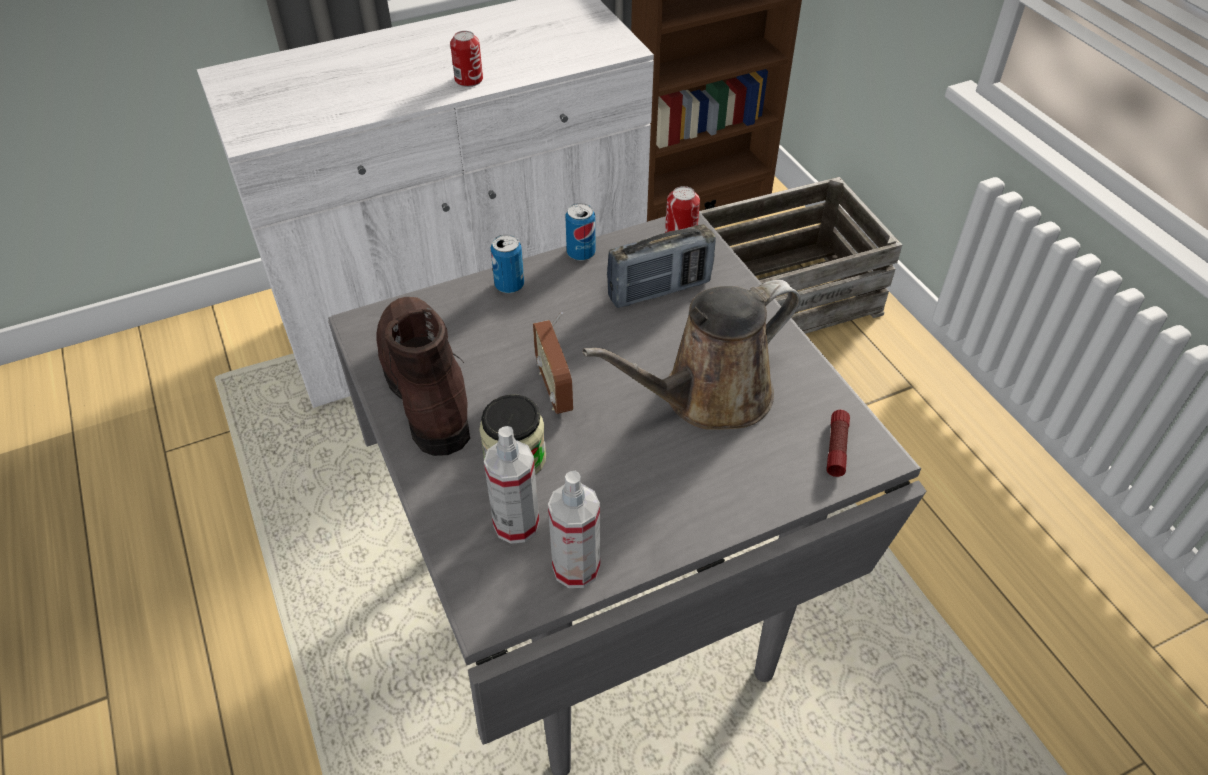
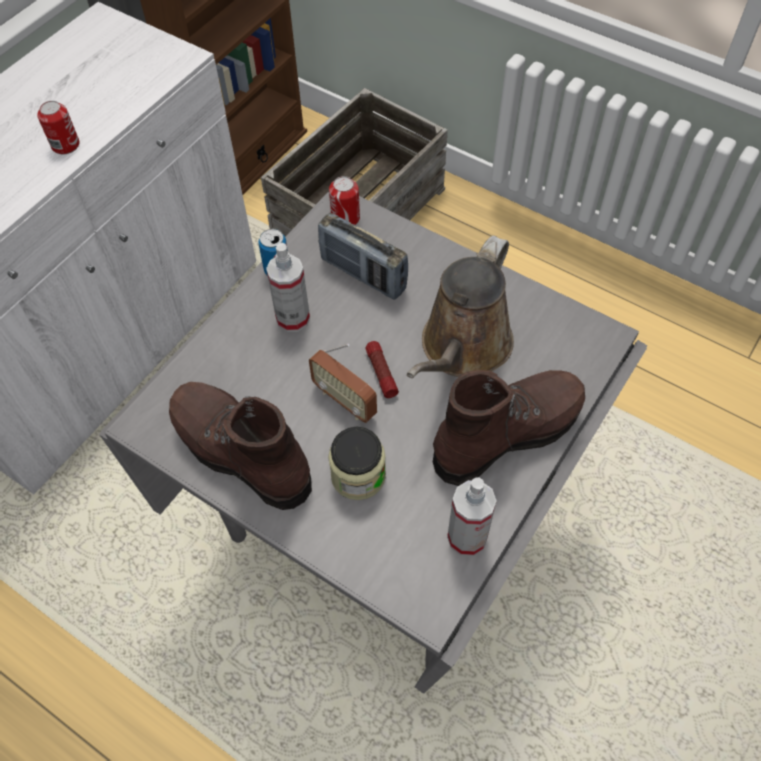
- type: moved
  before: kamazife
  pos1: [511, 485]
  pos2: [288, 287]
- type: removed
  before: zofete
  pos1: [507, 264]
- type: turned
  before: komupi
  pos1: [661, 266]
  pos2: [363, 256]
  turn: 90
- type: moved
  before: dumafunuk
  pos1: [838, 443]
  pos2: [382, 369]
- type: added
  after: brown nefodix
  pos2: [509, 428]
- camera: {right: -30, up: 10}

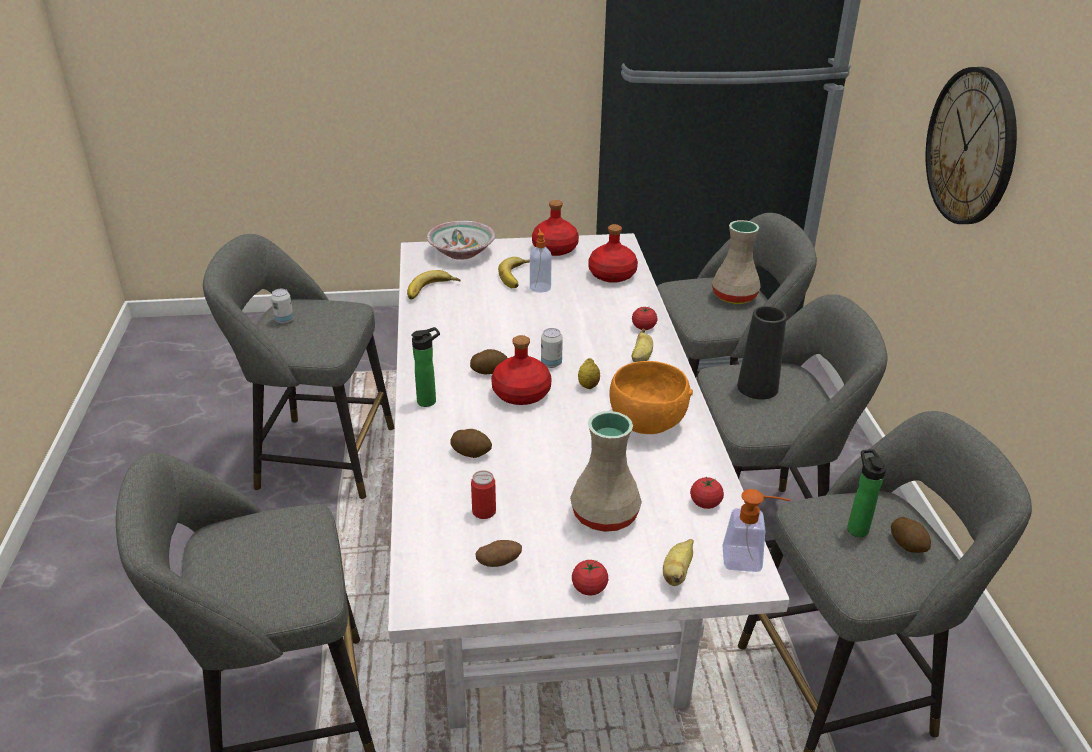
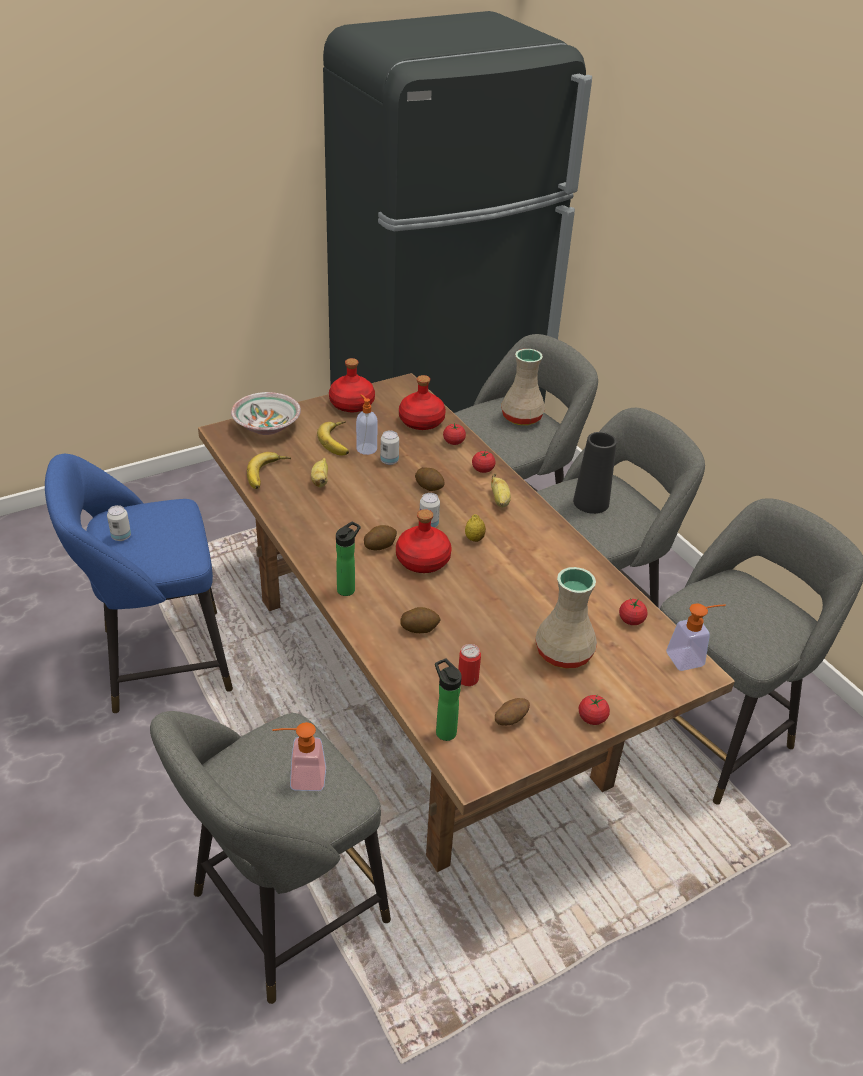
- type: recoloured
  before: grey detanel
  after: blue detanel
  pos1: [298, 366]
  pos2: [139, 583]
- type: recoloured
  before: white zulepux
  after: brown zulepux
  pos1: [588, 481]
  pos2: [466, 622]
- type: removed
  before: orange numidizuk
  pos1: [651, 397]
- type: moved
  before: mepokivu
  pos1: [678, 562]
  pos2: [319, 472]
- type: moved
  before: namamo
  pos1: [866, 493]
  pos2: [448, 699]
- type: moved
  before: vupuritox
  pos1: [911, 535]
  pos2: [430, 479]
- type: removed
  before: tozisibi
  pos1: [971, 145]
- type: added
  after: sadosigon
  pos2: [299, 756]
- type: added
  after: zofete
  pos2: [389, 447]
- type: added
  after: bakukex
  pos2: [454, 434]
- camera: {right: -25, up: 5}

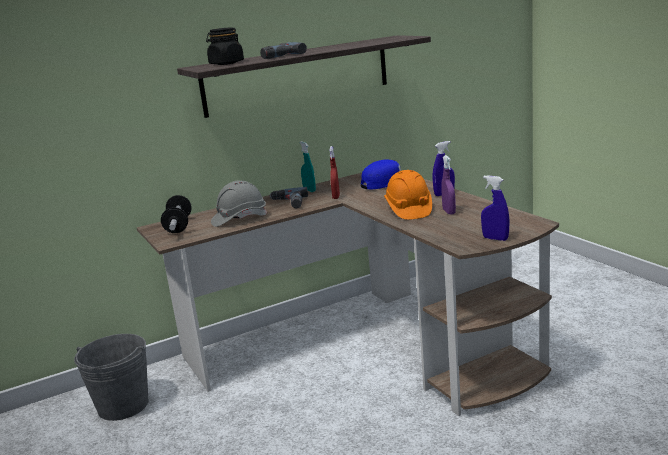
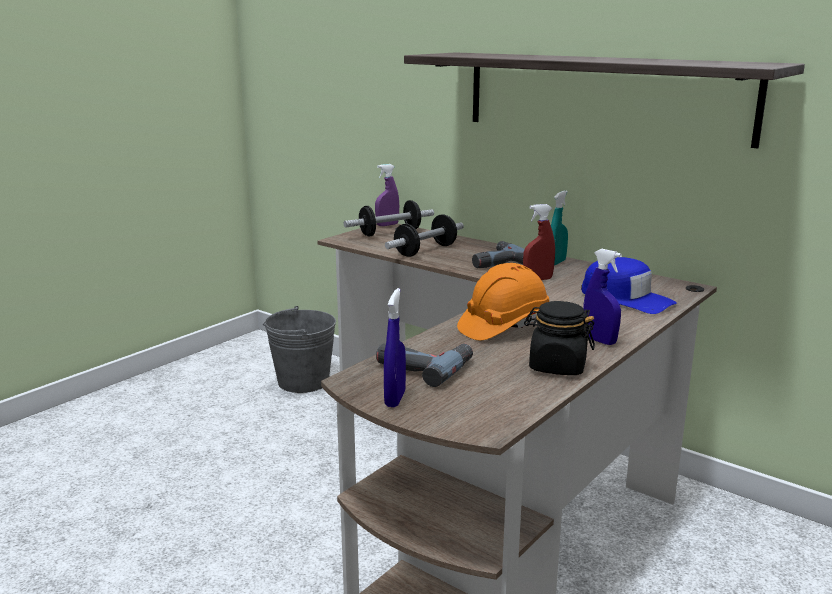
- type: moved
  before: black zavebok
  pos1: [225, 46]
  pos2: [559, 338]
- type: replaced
  before: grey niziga
  after: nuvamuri
  pos1: [239, 203]
  pos2: [424, 236]
- type: moved
  before: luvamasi
  pos1: [283, 50]
  pos2: [424, 365]
- type: moved
  before: purple kamazife
  pos1: [448, 184]
  pos2: [387, 195]
- camera: {right: 65, up: 0}

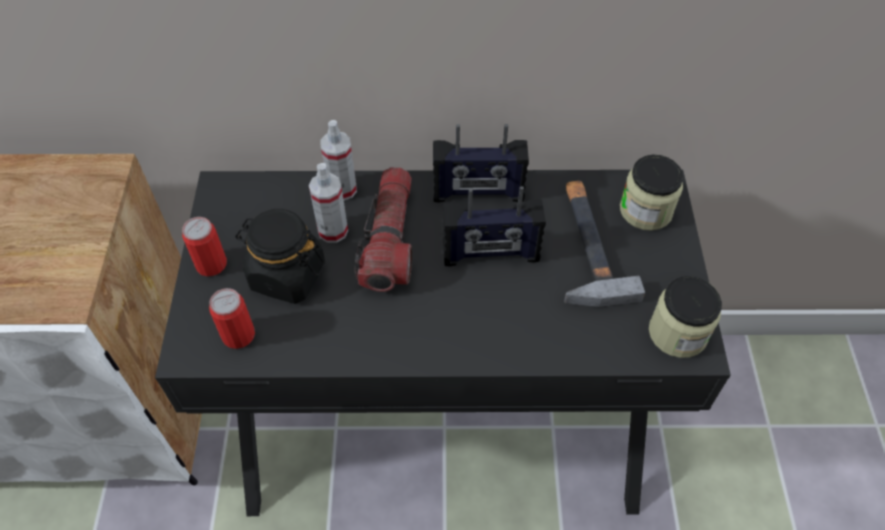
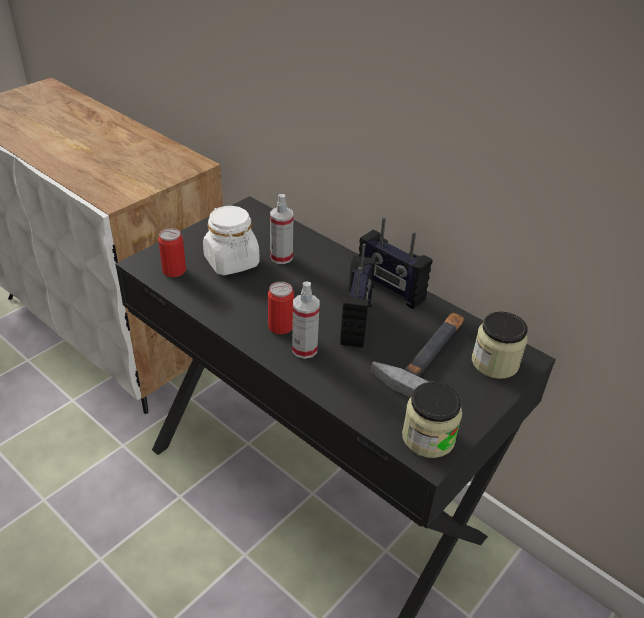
- type: moved
  before: zofete
  pos1: [204, 246]
  pos2: [281, 308]
- type: recoloured
  before: black zavebok
  after: white zavebok
  pos1: [280, 256]
  pos2: [231, 240]
- type: moved
  before: kamazife
  pos1: [338, 160]
  pos2: [306, 320]
- type: removed
  before: dumafunuk
  pos1: [383, 229]
- type: turned
  before: komupi
  pos1: [494, 226]
  pos2: [357, 296]
  turn: -120
- camera: {right: 40, up: -15}

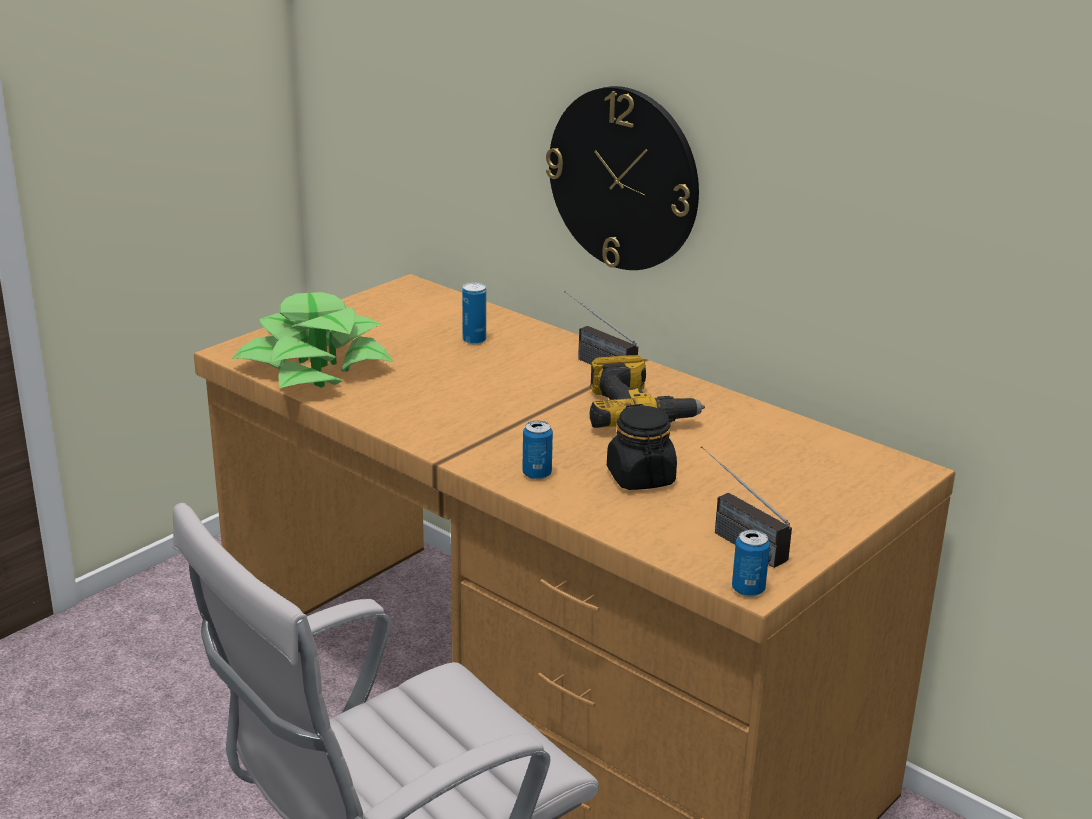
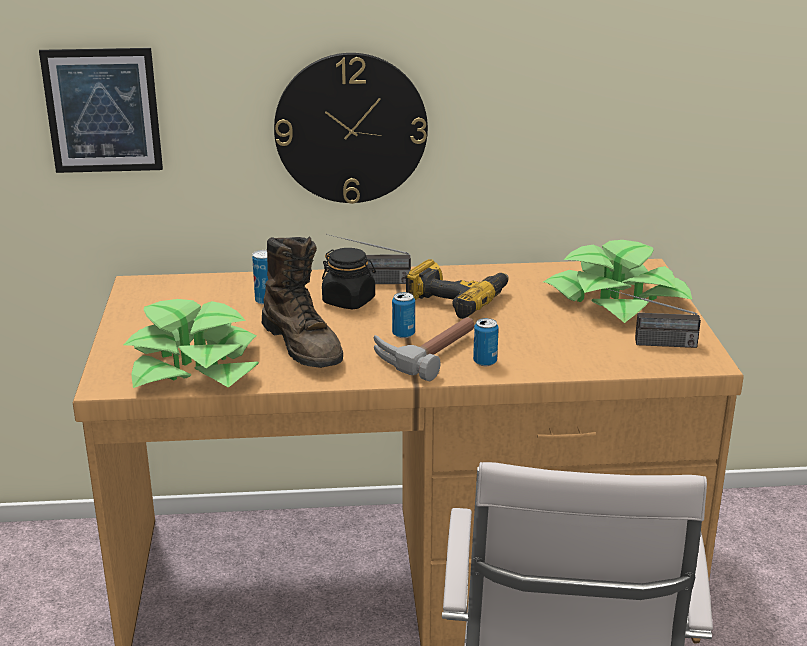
- type: moved
  before: black zavebok
  pos1: [642, 447]
  pos2: [349, 278]
- type: moved
  before: zofete
  pos1: [751, 563]
  pos2: [403, 315]
- type: added
  after: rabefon
  pos2: [101, 110]
- type: added
  after: brown nefodix
  pos2: [302, 302]
- type: added
  after: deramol
  pos2: [424, 349]
- type: added
  after: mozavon
  pos2: [617, 281]
- camera: {right: -45, up: 0}

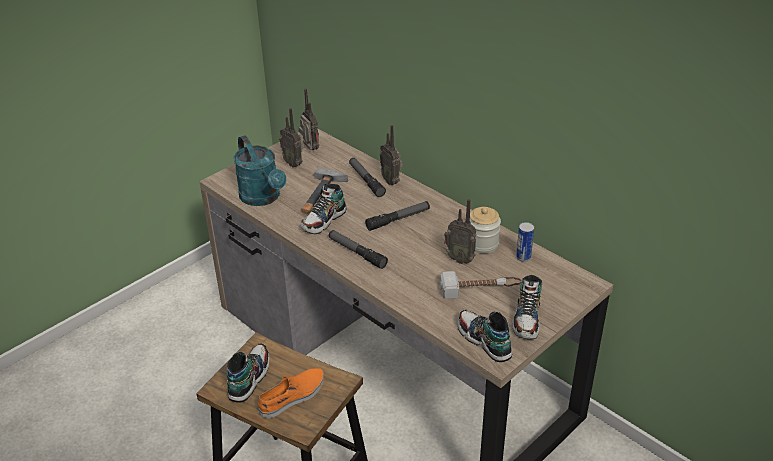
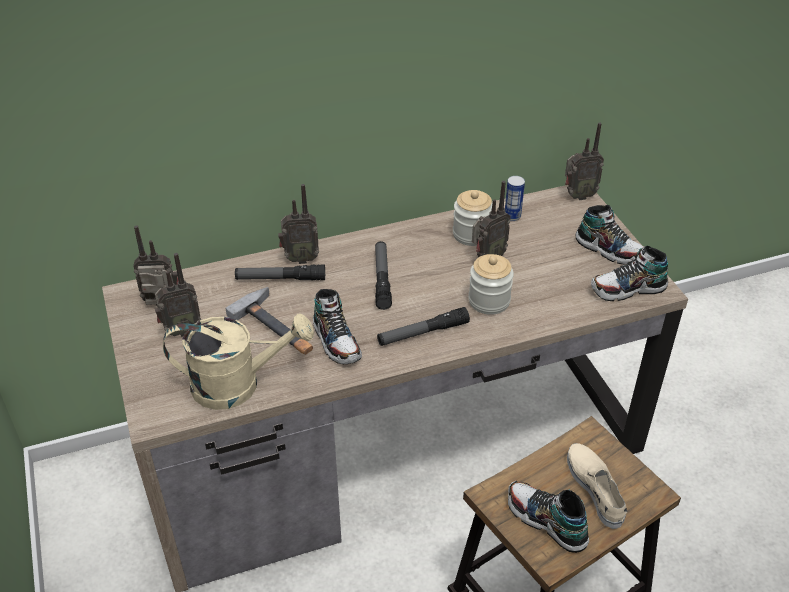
- type: recoloured
  before: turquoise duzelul
  after: beige duzelul
  pos1: [260, 170]
  pos2: [238, 362]
- type: recoloured
  before: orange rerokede
  after: beige rerokede
  pos1: [291, 393]
  pos2: [597, 486]
- type: removed
  before: deramol
  pos1: [480, 285]
- type: added
  after: zavebok
  pos2: [491, 284]
- type: added
  after: komupi
  pos2: [584, 161]
- camera: {right: -65, up: 5}

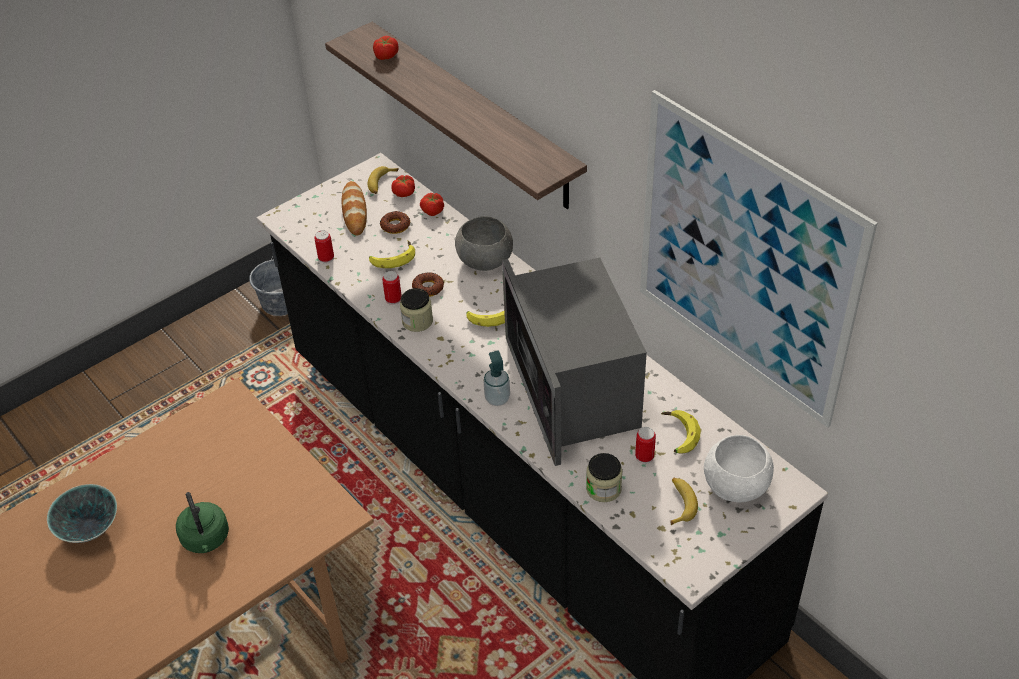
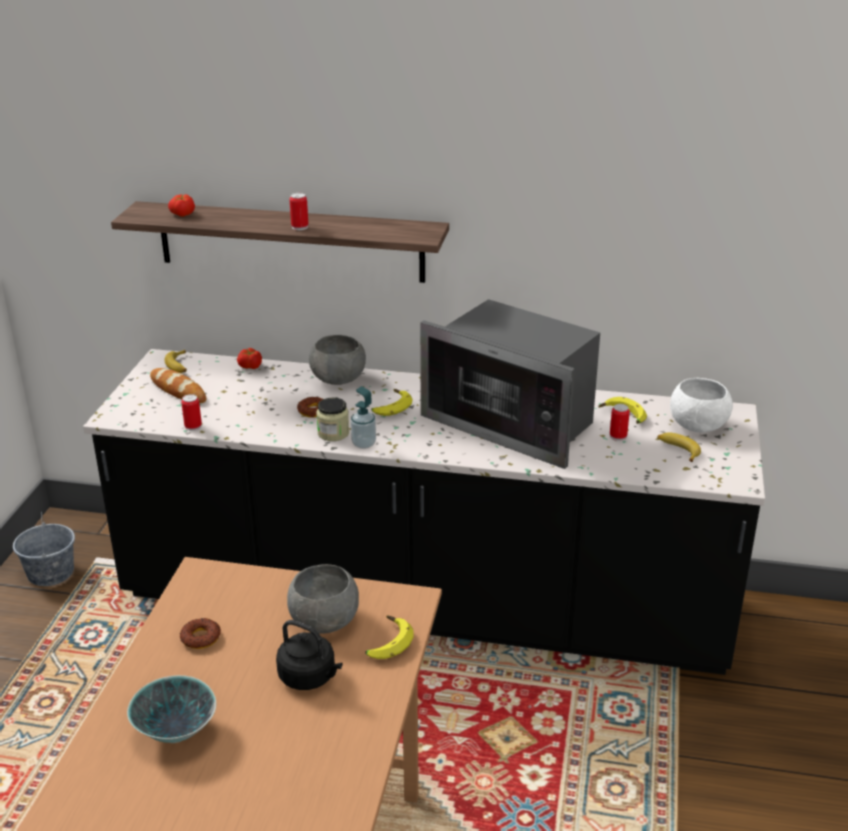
- type: recoloured
  before: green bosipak
  after: black bosipak
  pos1: [202, 522]
  pos2: [309, 655]
- type: moved
  before: mepokivu
  pos1: [392, 254]
  pos2: [389, 637]
- type: moved
  before: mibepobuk
  pos1: [395, 222]
  pos2: [200, 633]
- type: moved
  before: zofete
  pos1: [392, 288]
  pos2: [299, 211]
- type: removed
  before: bakukex
  pos1: [403, 186]
- type: moved
  before: sadosigon
  pos1: [496, 378]
  pos2: [363, 417]
- type: removed
  before: zavebok
  pos1: [604, 477]
- type: removed
  before: rabefon
  pos1: [758, 259]
- type: added
  after: grey numidizuk
  pos2: [323, 599]
- camera: {right: -40, up: -15}

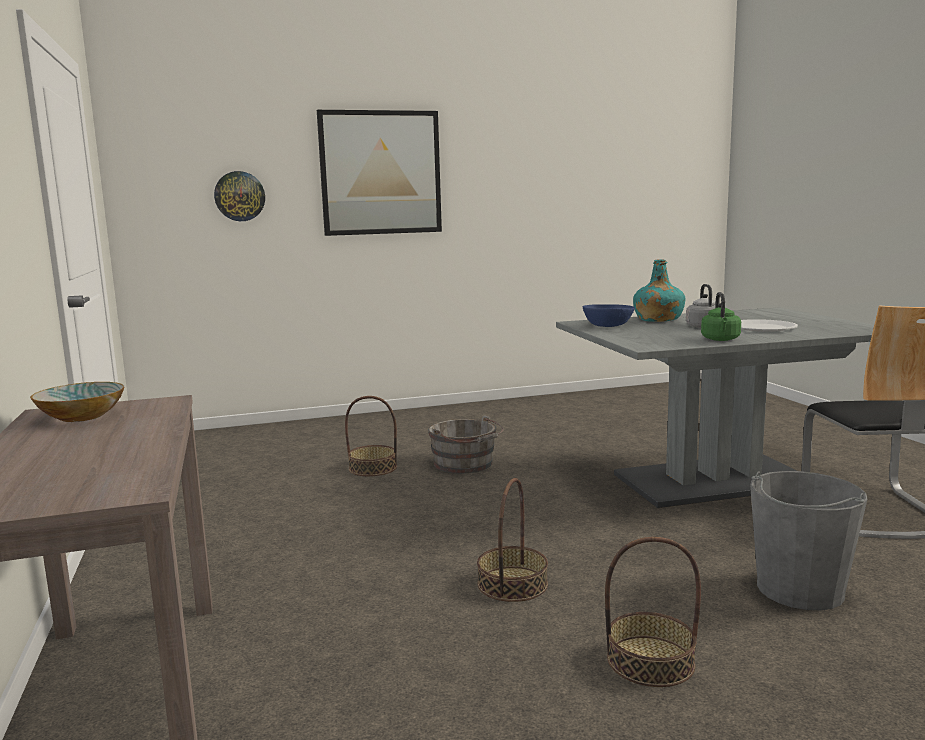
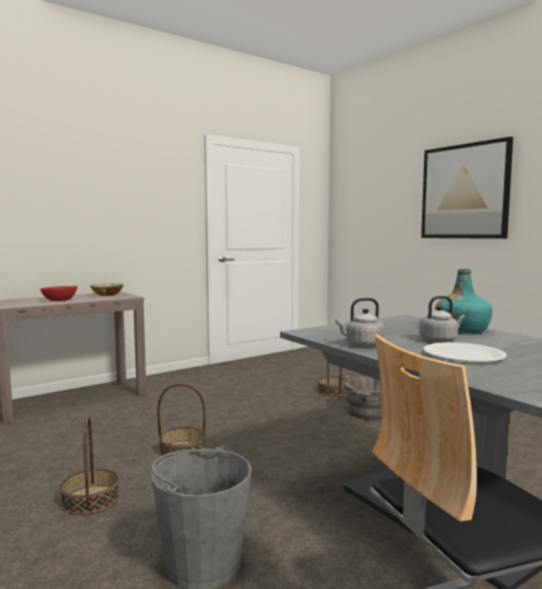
- type: removed
  before: tozisibi
  pos1: [239, 196]
- type: removed
  before: blue numidizuk
  pos1: [609, 315]
- type: recoloured
  before: green bosipak
  after: grey bosipak
  pos1: [721, 316]
  pos2: [360, 322]
- type: added
  after: red numidizuk
  pos2: [58, 293]
- camera: {right: 70, up: -5}

